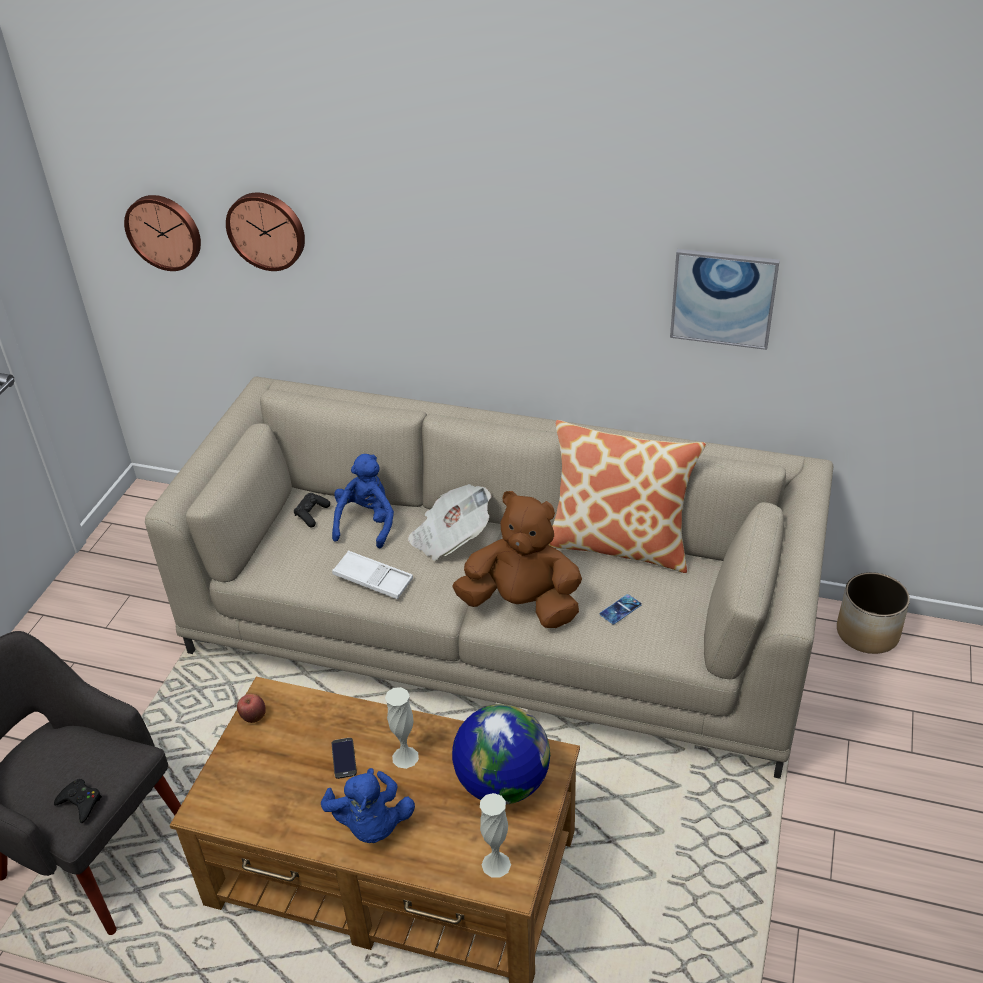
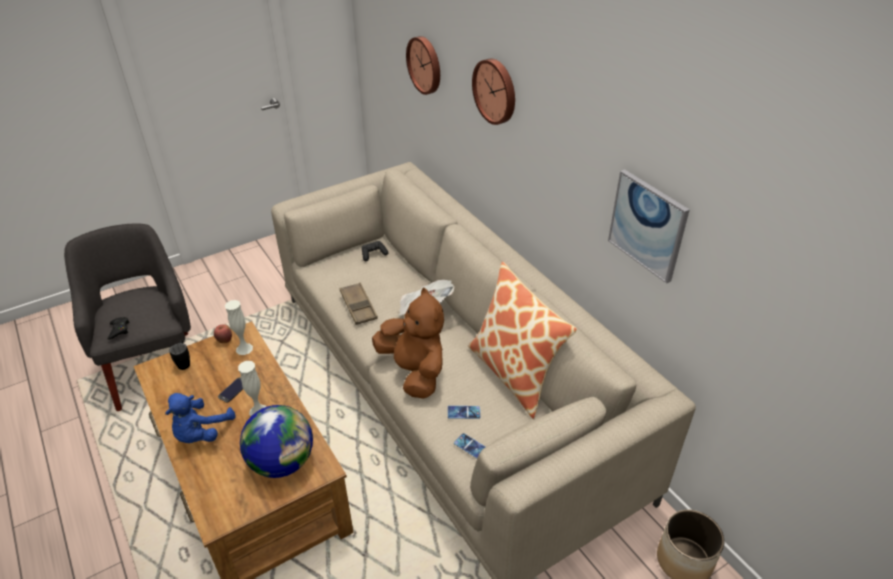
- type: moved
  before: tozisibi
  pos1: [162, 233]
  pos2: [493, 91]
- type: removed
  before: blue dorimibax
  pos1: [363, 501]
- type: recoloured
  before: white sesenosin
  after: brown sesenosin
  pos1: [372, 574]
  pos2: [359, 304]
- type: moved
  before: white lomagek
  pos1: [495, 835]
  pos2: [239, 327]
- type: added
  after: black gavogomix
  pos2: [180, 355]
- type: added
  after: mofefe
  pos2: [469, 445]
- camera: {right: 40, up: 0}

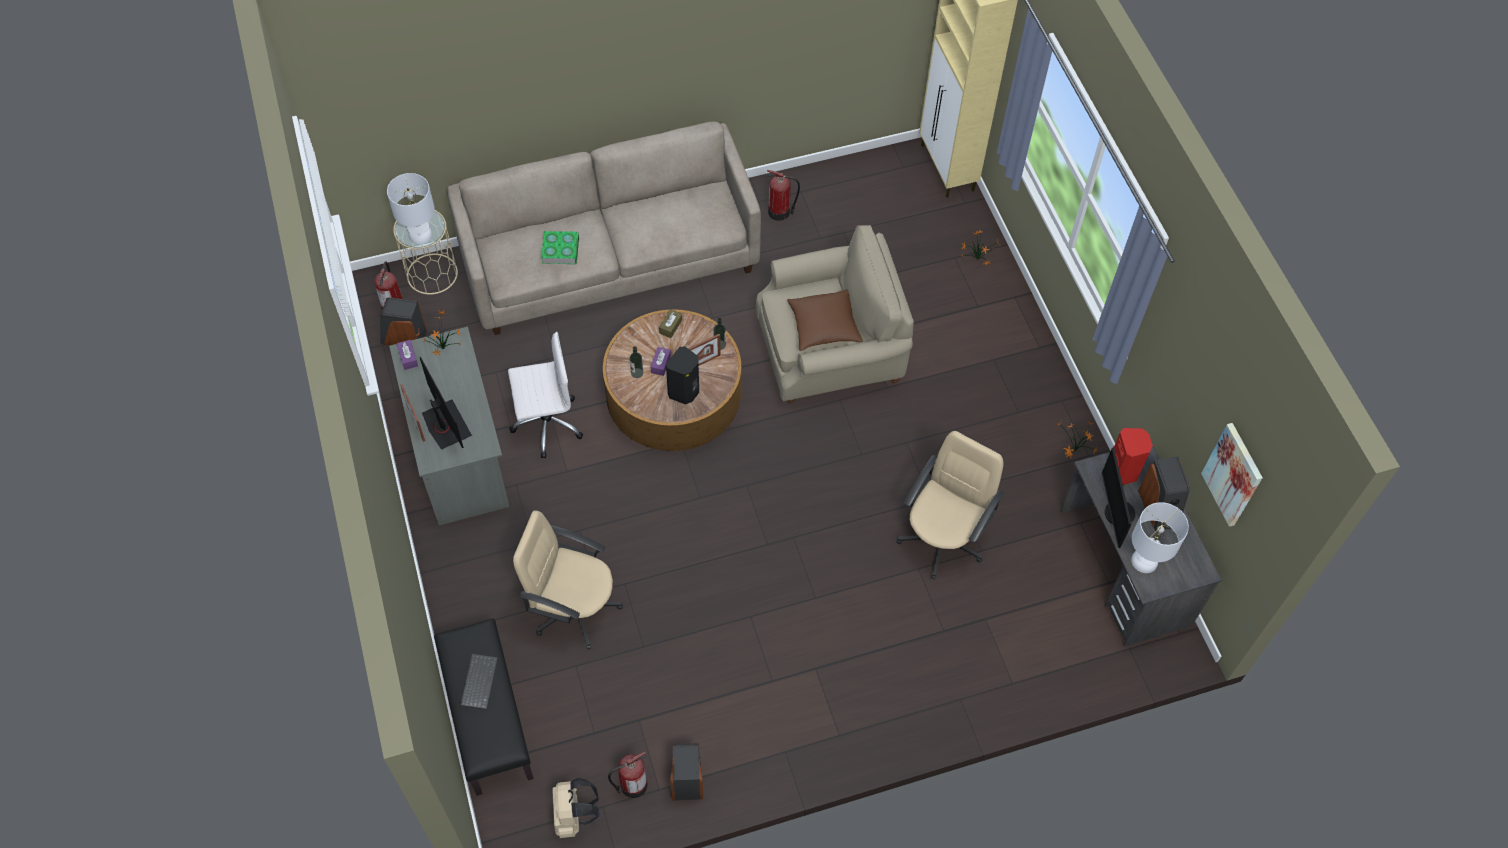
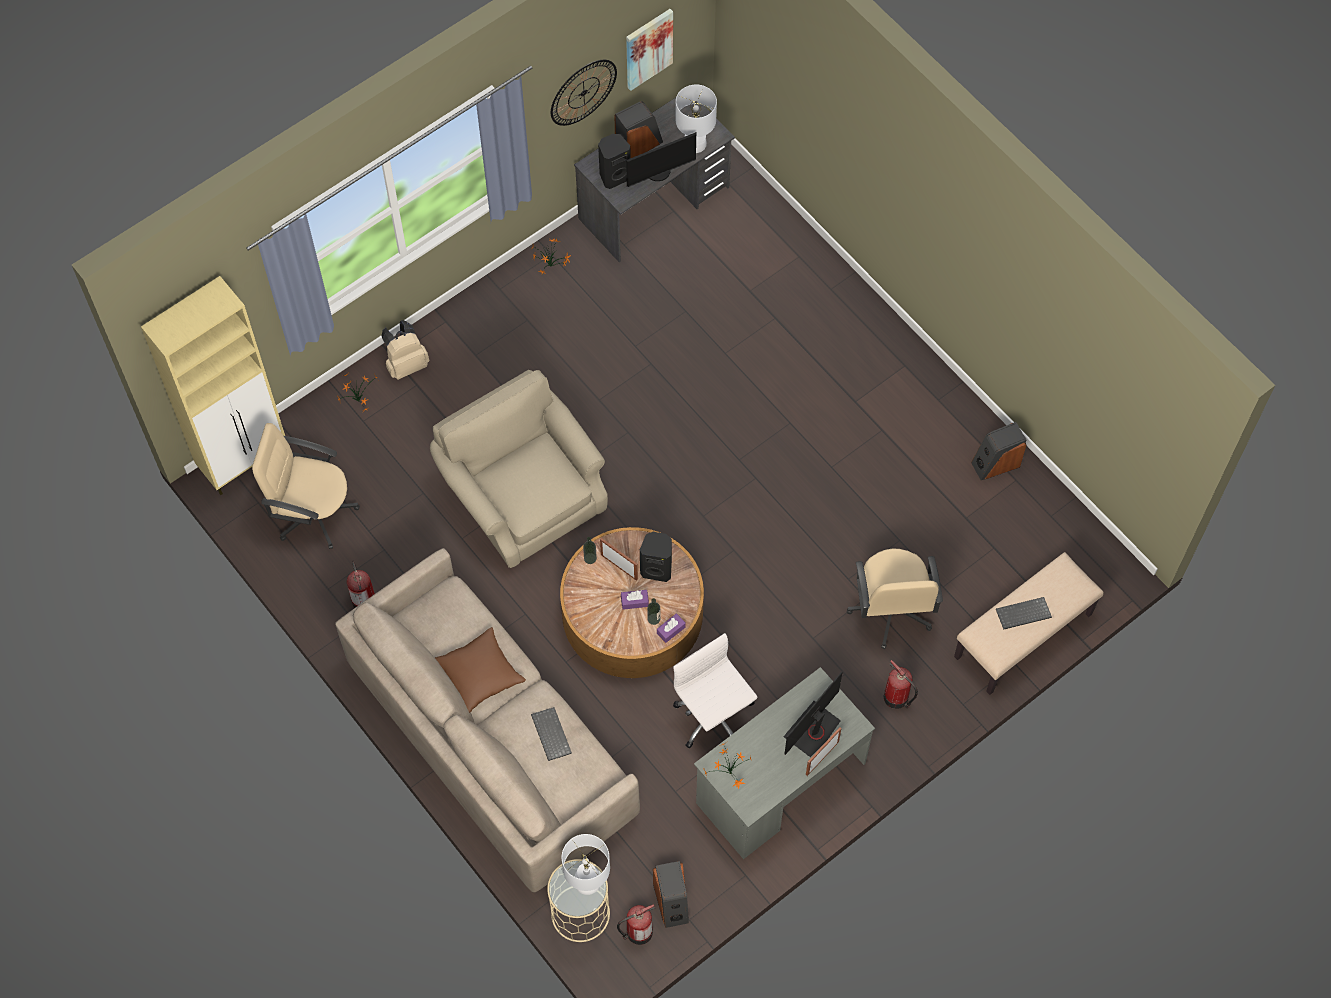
- type: moved
  before: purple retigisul
  pos1: [407, 355]
  pos2: [671, 628]
- type: recoloured
  before: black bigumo
  after: beige bigumo
  pos1: [484, 707]
  pos2: [1029, 623]
- type: replaced
  before: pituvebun
  after: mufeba
  pos1: [560, 247]
  pos2: [551, 734]
- type: moved
  before: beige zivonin
  pos1: [576, 808]
  pos2: [405, 350]
- type: moved
  before: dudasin
  pos1: [628, 775]
  pos2: [901, 684]
- type: removed
  before: brown retigisul
  pos1: [670, 323]
- type: moved
  before: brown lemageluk
  pos1: [824, 320]
  pos2: [480, 670]
- type: moved
  before: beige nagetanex
  pos1: [950, 505]
  pos2: [306, 486]
- type: recoloured
  before: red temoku
  after: black temoku
  pos1: [1133, 456]
  pos2: [614, 161]
- type: added
  after: tozisibi
  pos2: [584, 93]
- camera: {right: -110, up: 5}

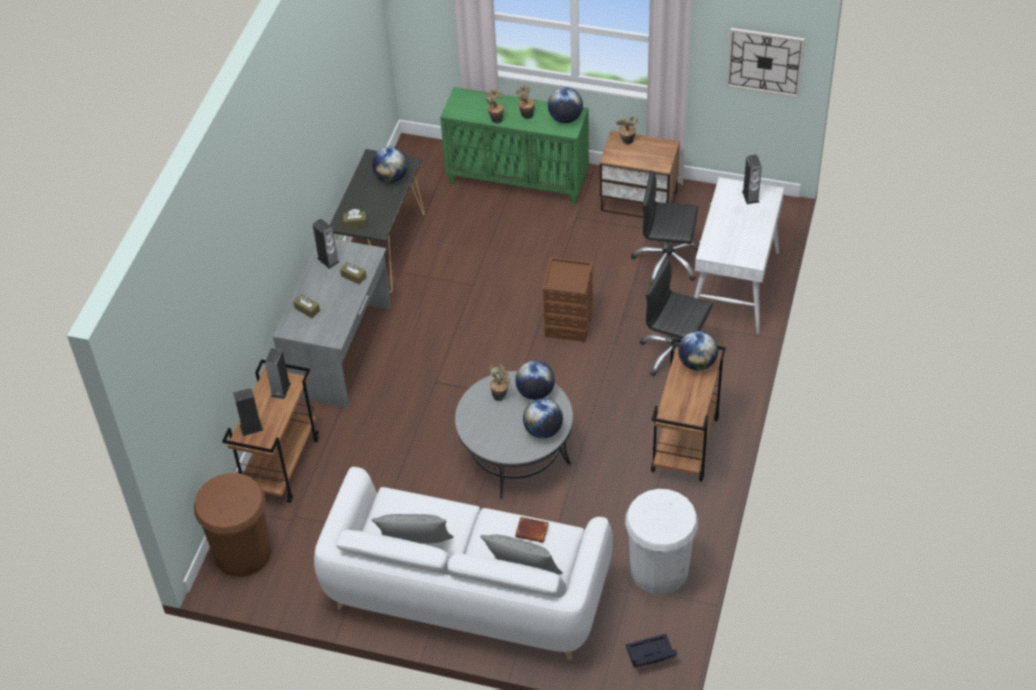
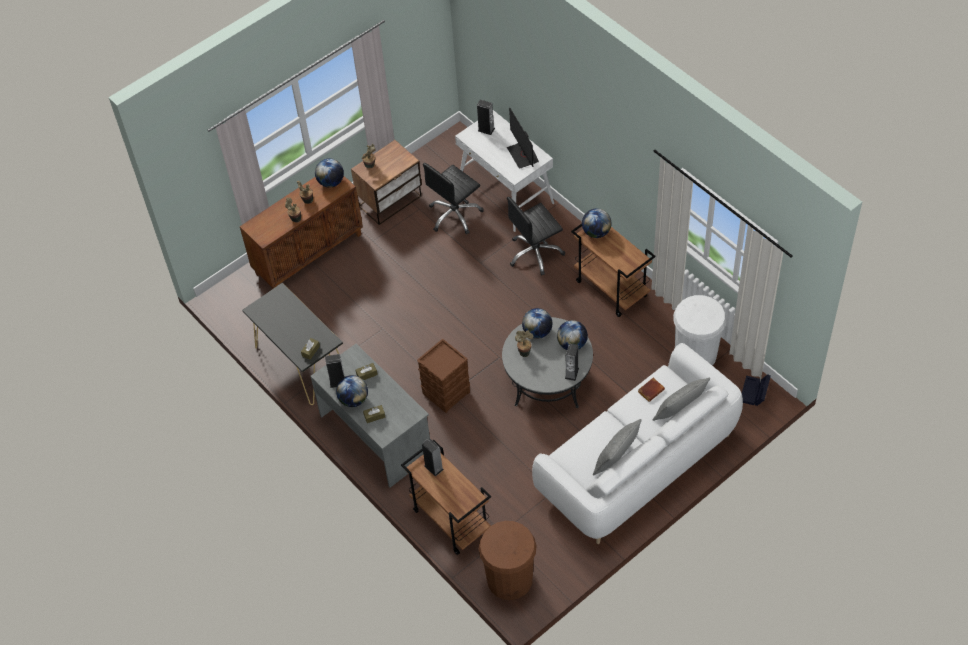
- type: moved
  before: temoku
  pos1: [248, 412]
  pos2: [572, 362]
- type: moved
  before: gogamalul
  pos1: [390, 165]
  pos2: [352, 391]
- type: recoloured
  before: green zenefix
  after: brown zenefix
  pos1: [514, 146]
  pos2: [301, 232]
- type: moved
  before: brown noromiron
  pos1: [567, 299]
  pos2: [443, 376]
- type: removed
  before: tozisibi
  pos1: [765, 62]
- type: added
  after: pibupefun
  pos2: [523, 138]
- camera: {right: -55, up: 5}

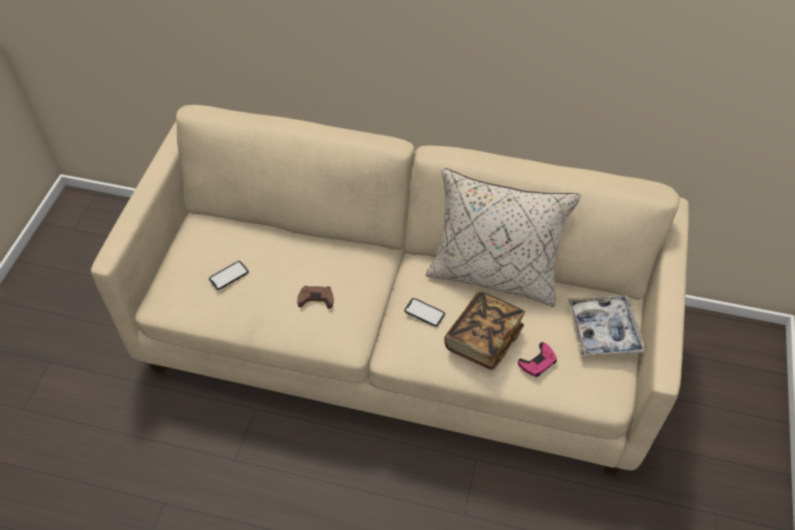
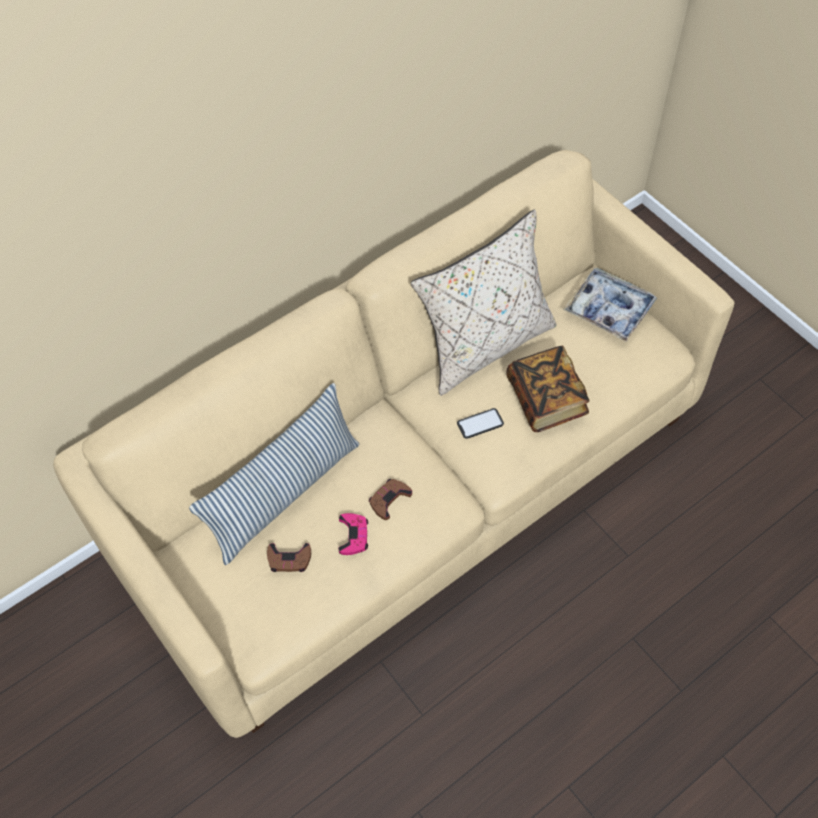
- type: replaced
  before: mofefe
  after: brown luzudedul
  pos1: [229, 275]
  pos2: [289, 557]
- type: moved
  before: pink luzudedul
  pos1: [537, 359]
  pos2: [353, 534]
- type: added
  after: lemageluk
  pos2: [274, 474]
- camera: {right: -50, up: 5}

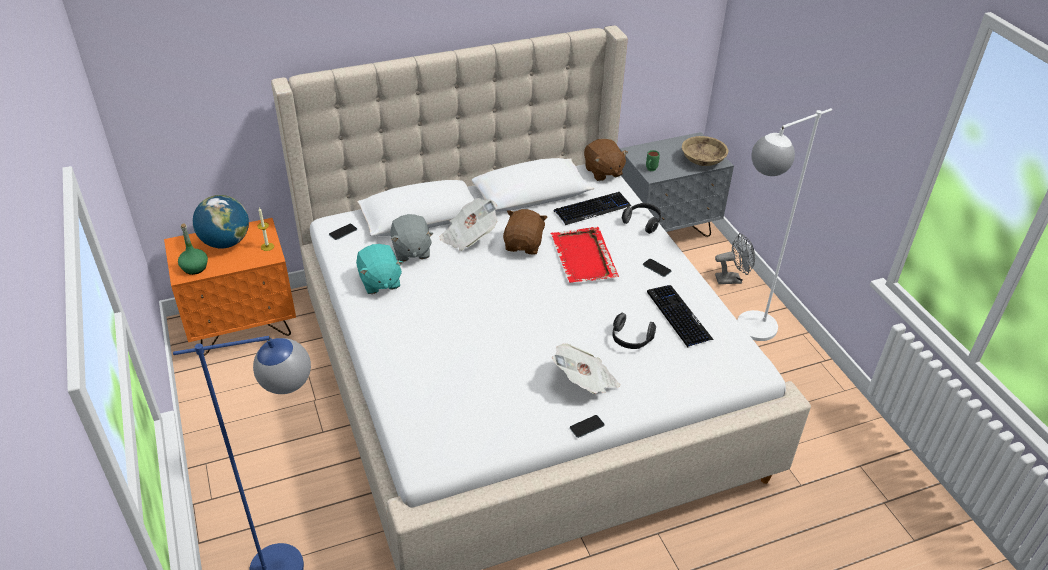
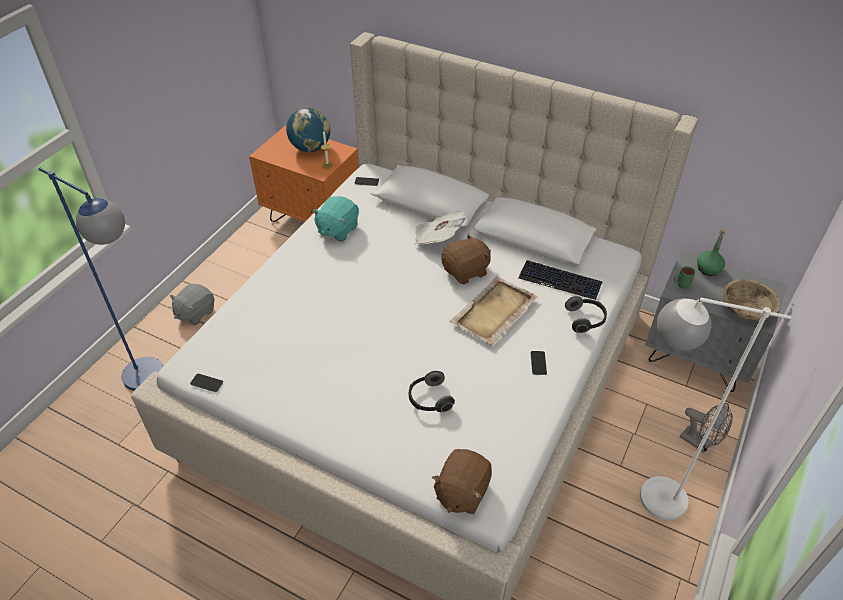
- type: moved
  before: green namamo
  pos1: [193, 249]
  pos2: [711, 252]
- type: moved
  before: grey dorimibax
  pos1: [411, 238]
  pos2: [192, 304]
- type: recoloured
  before: red sesenosin
  after: beige sesenosin
  pos1: [584, 255]
  pos2: [494, 311]
- type: removed
  before: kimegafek
  pos1: [586, 369]
- type: moved
  before: mofefe
  pos1: [587, 426]
  pos2: [206, 383]
- type: moved
  before: brown dorimibax
  pos1: [606, 160]
  pos2: [462, 481]
- type: removed
  before: mufeba
  pos1: [680, 316]
- camera: {right: 50, up: 5}

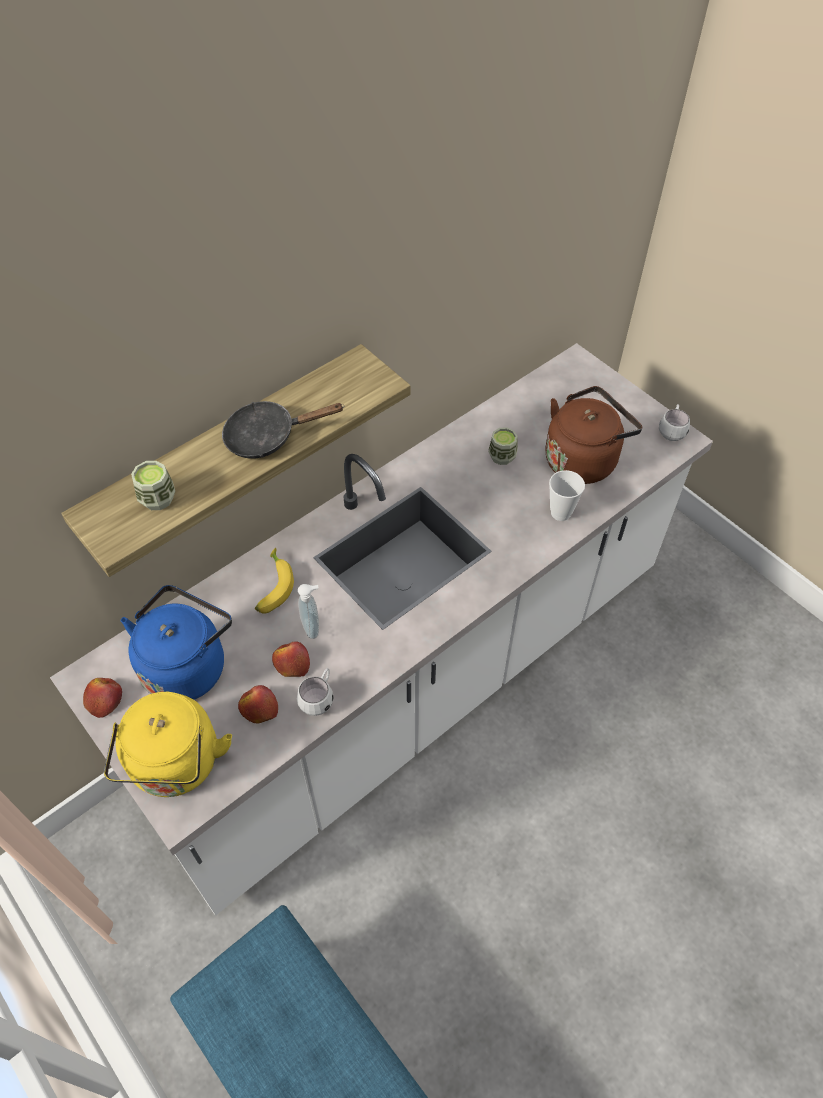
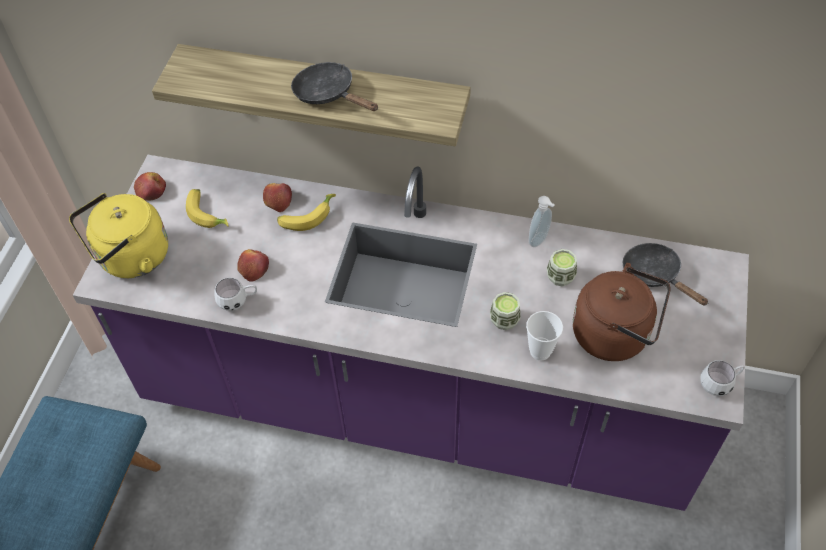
- type: recoloured
  before: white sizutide
  after: purple sizutide
  pos1: [381, 629]
  pos2: [411, 333]
- type: replaced
  before: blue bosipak
  after: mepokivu
  pos1: [176, 642]
  pos2: [207, 208]
- type: moved
  before: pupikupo
  pos1: [153, 485]
  pos2: [505, 311]
- type: moved
  before: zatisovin
  pos1: [258, 704]
  pos2: [277, 197]
- type: moved
  before: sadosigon
  pos1: [308, 611]
  pos2: [542, 221]
- type: added
  after: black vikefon
  pos2: [666, 274]
- camera: {right: 55, up: 0}

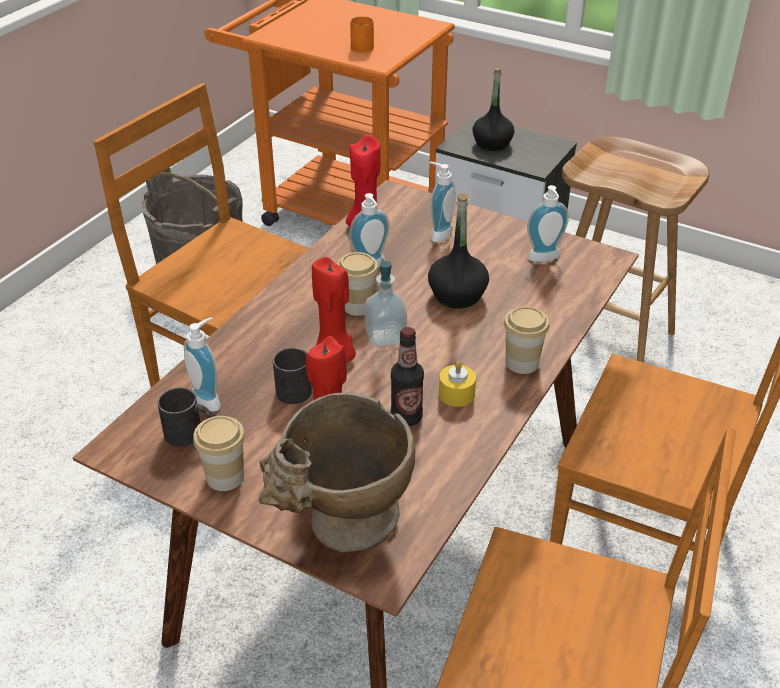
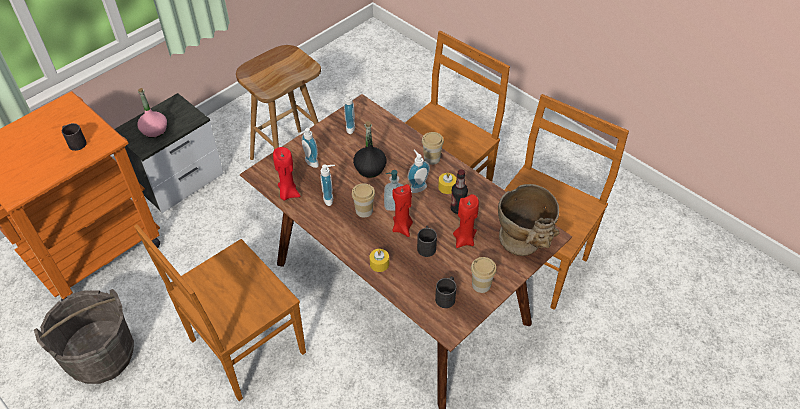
- type: moved
  before: sadosigon
  pos1: [202, 364]
  pos2: [418, 171]
- type: recoloured
  before: orange gavogomix
  after: black gavogomix
  pos1: [362, 34]
  pos2: [74, 137]
- type: recoloured
  before: black namamo
  after: pink namamo
  pos1: [493, 109]
  pos2: [152, 113]
- type: added
  after: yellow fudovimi
  pos2: [379, 260]
- camera: {right: -75, up: 10}

